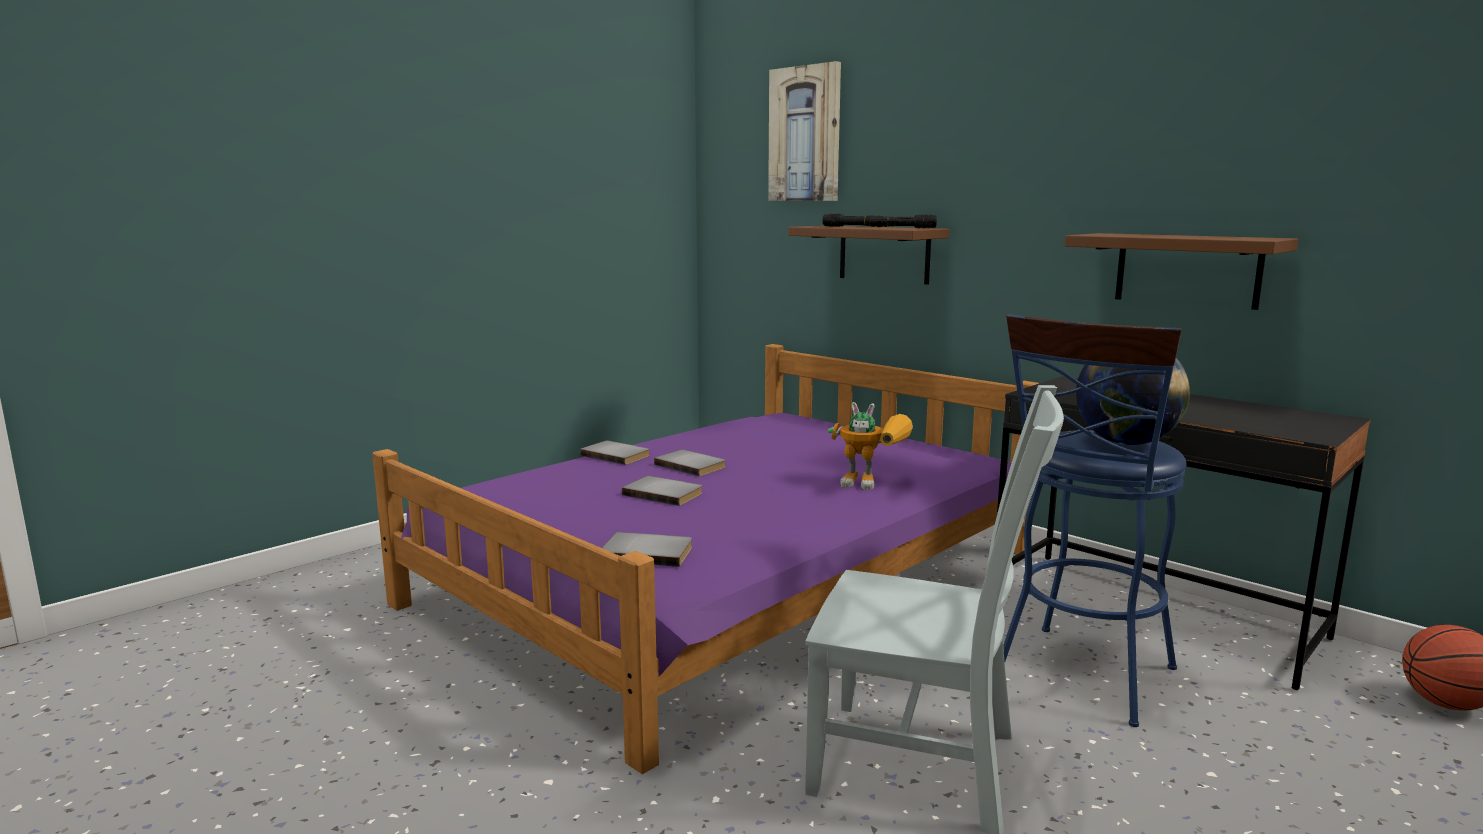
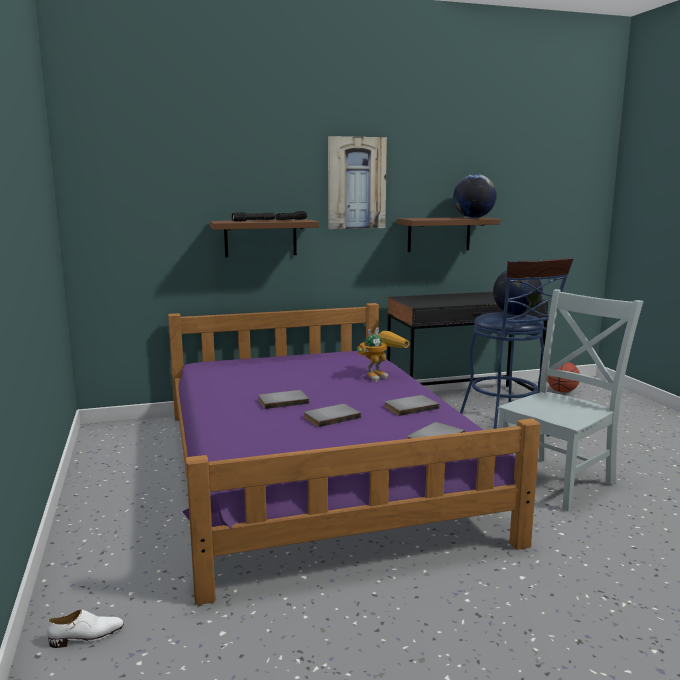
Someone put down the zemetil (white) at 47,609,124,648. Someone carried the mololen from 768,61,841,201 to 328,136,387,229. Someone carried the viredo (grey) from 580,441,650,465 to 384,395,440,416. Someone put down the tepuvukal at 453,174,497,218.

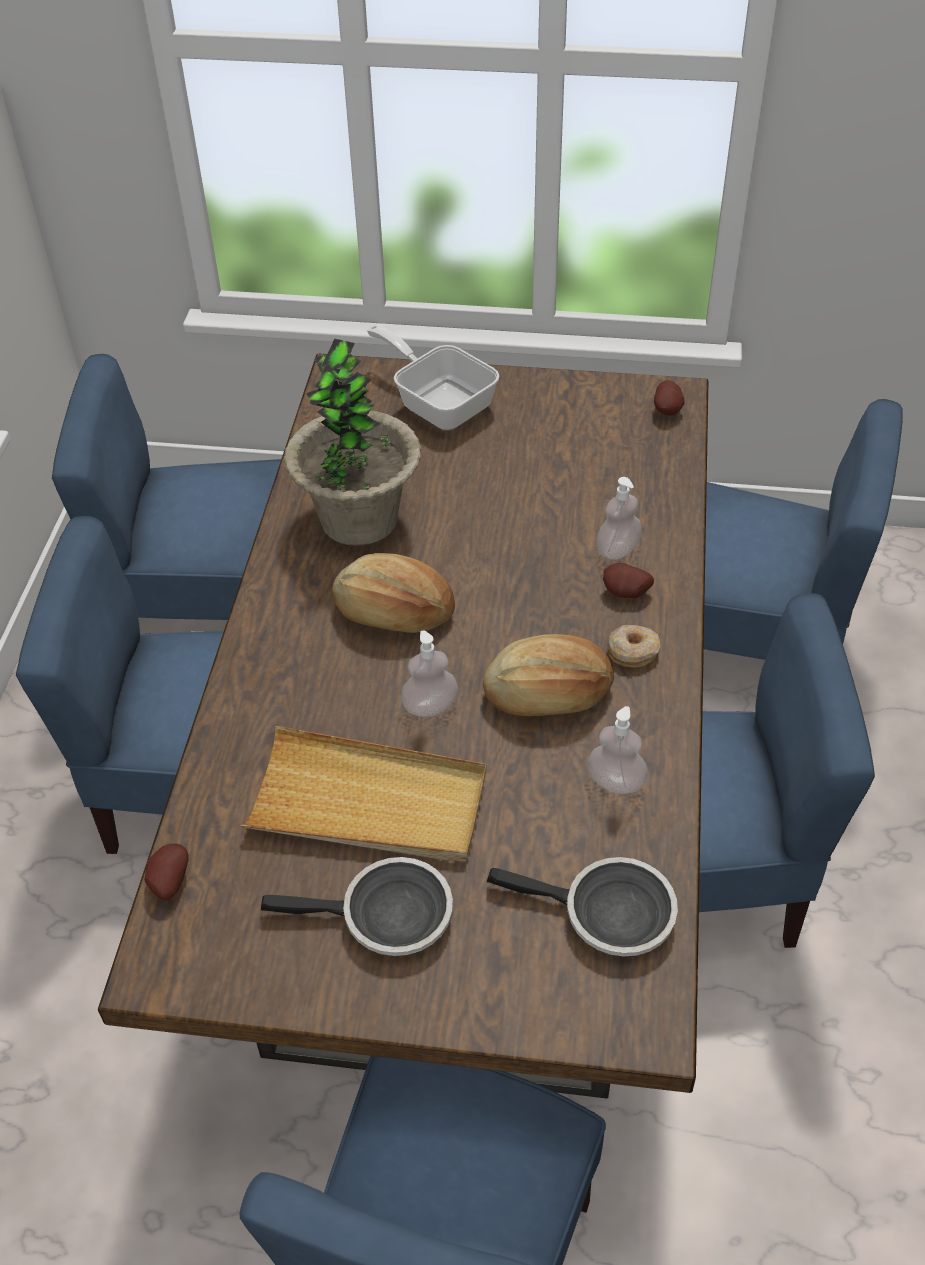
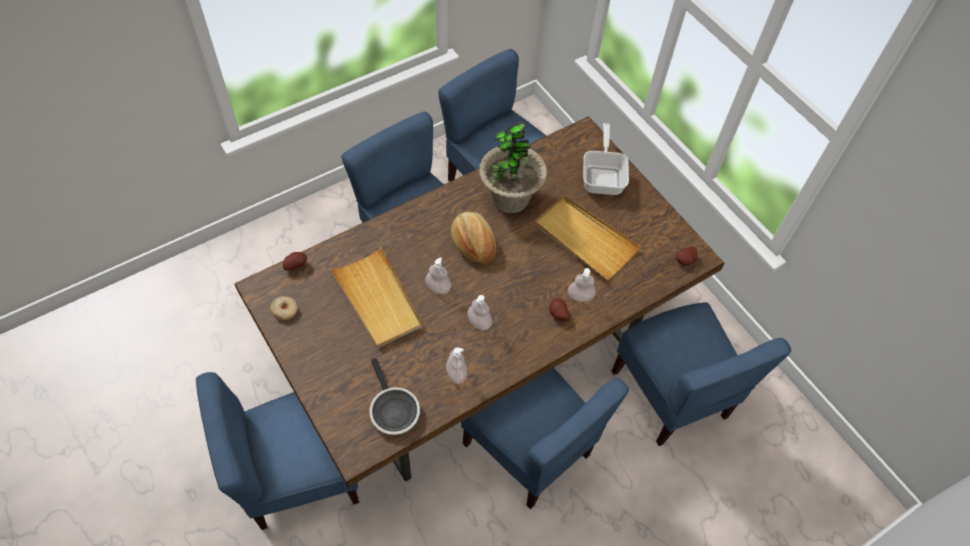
Someone carried the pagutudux from 607,625,661,668 to 270,296,298,320. Someone swapped the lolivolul at 483,634,614,716 for the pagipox at 467,295,492,330. Someone put down the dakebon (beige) at 534,195,640,280. Someone took away the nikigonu at 261,857,453,956.

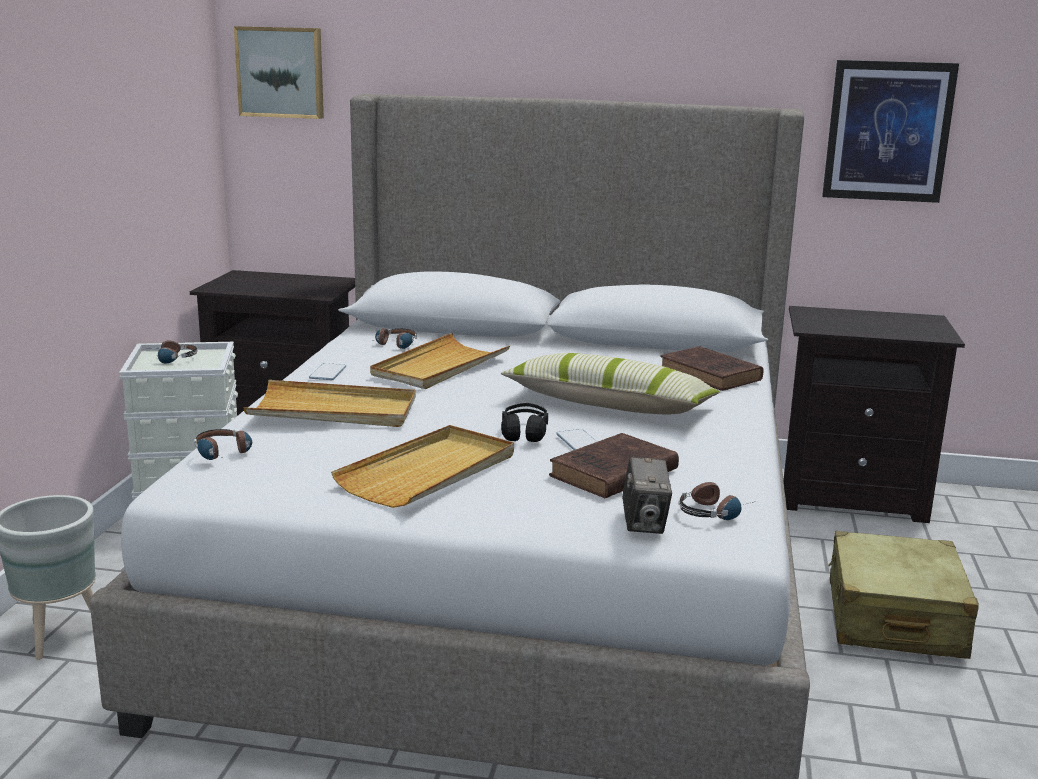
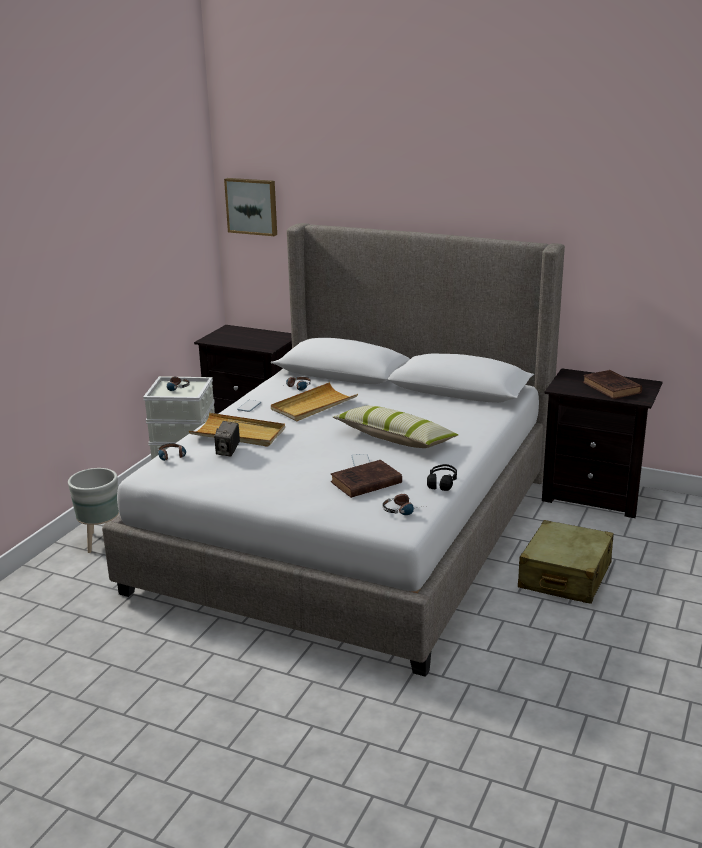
Someone carried the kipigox from 622,457,672,534 to 214,421,240,457. Someone carried the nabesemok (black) from 501,403,548,442 to 427,464,457,491. Someone carried the viredo (brown) from 661,346,764,391 to 583,370,642,399. Someone took away the dakebon (beige) at 331,425,514,508. Someone took away the mololen at 822,60,959,203.

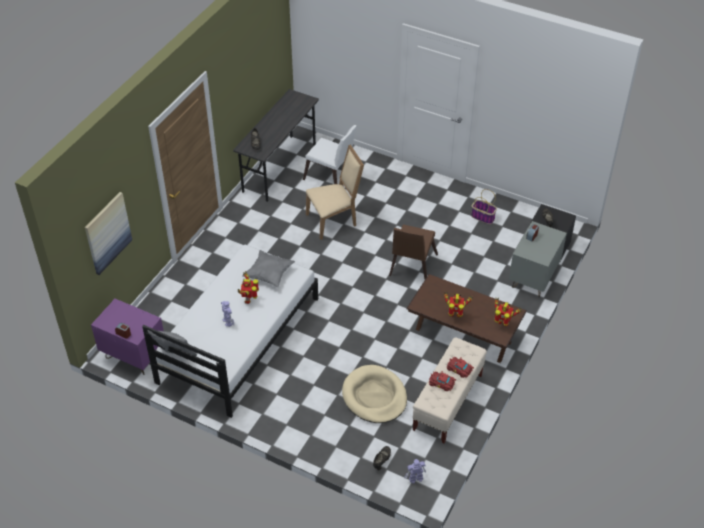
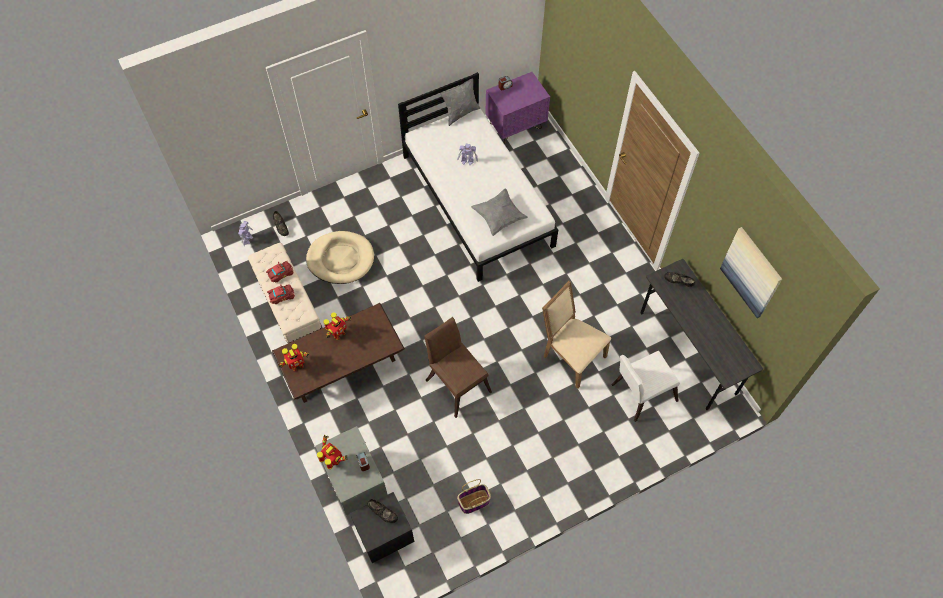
Someone carried the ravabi from 238,271,259,304 to 317,435,348,469. Someone rotated the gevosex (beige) at 306,145,364,240 by 120 degrees clockwise. Someone carried the mololen from 85,192,132,275 to 720,227,782,318.

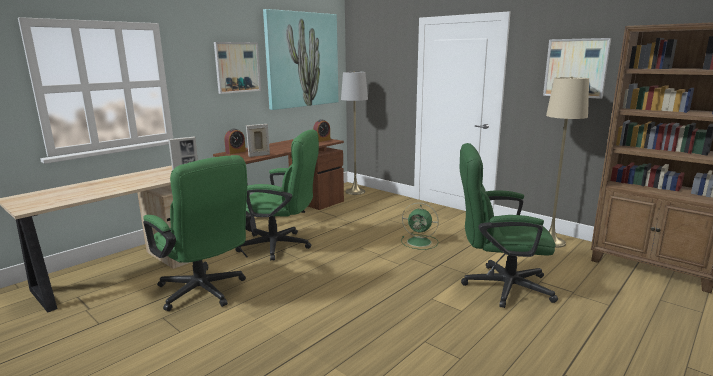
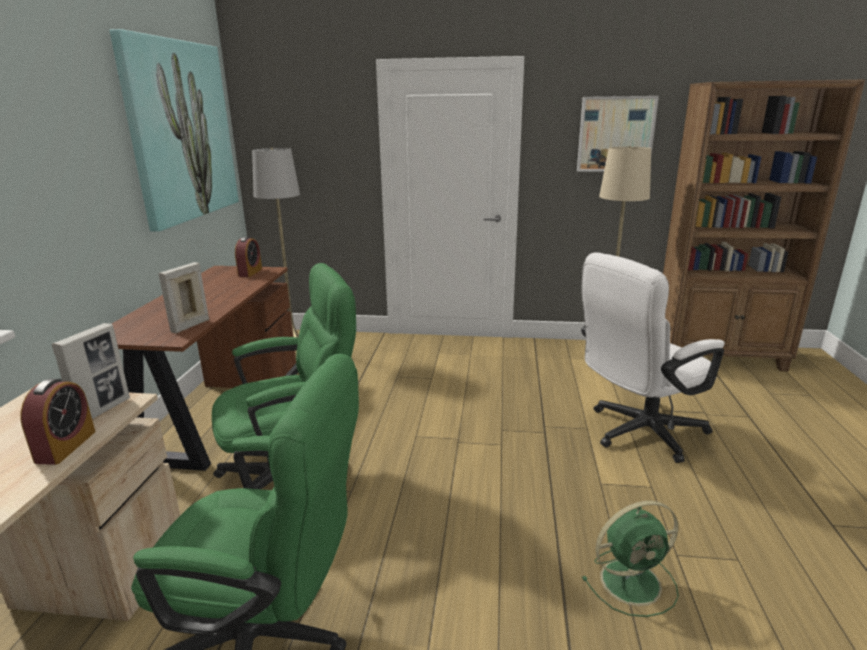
Someone carried the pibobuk from 224,129,246,154 to 20,379,96,465. Someone repainted the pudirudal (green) at 460,143,558,308, which became the pudirudal (white) at 581,253,725,463. Someone carried the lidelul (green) from 401,202,439,250 to 582,501,679,617. Someone took away the mololen at 214,42,261,94.

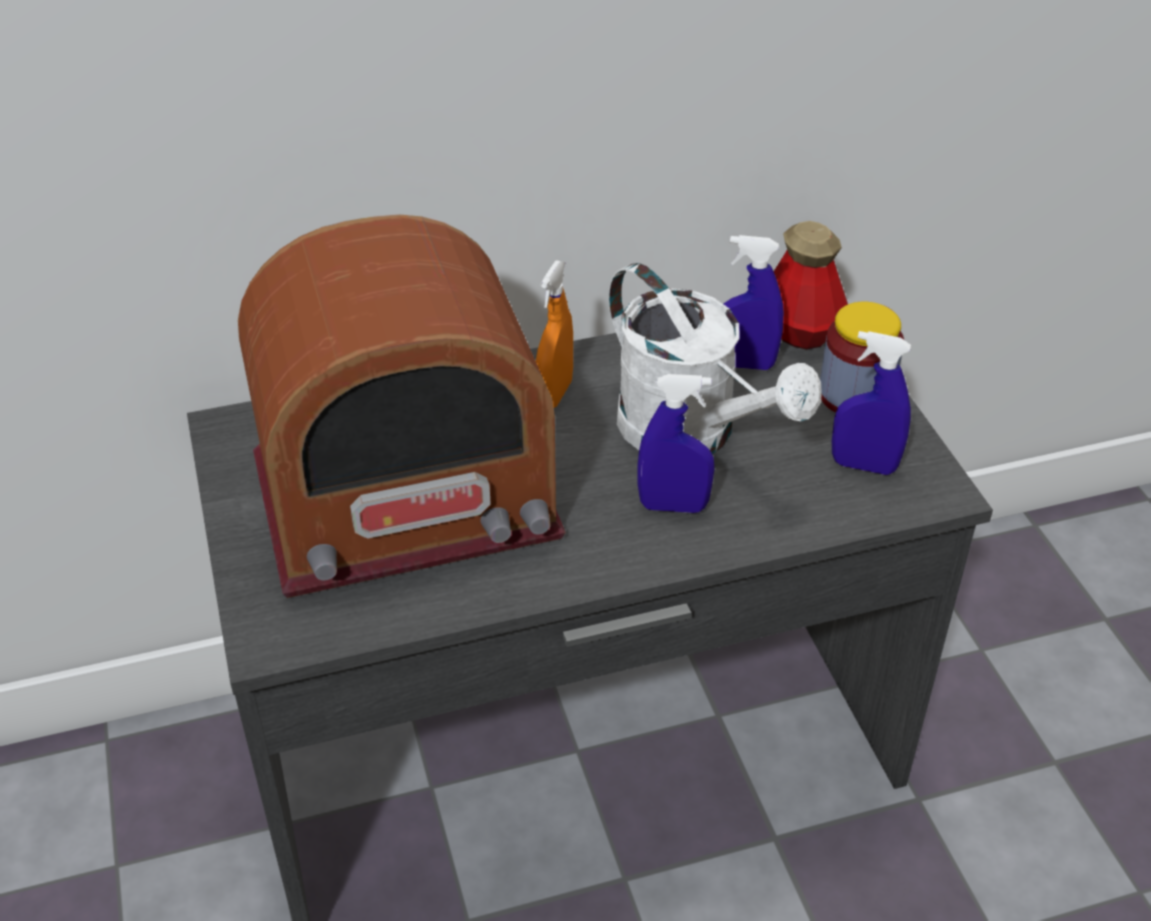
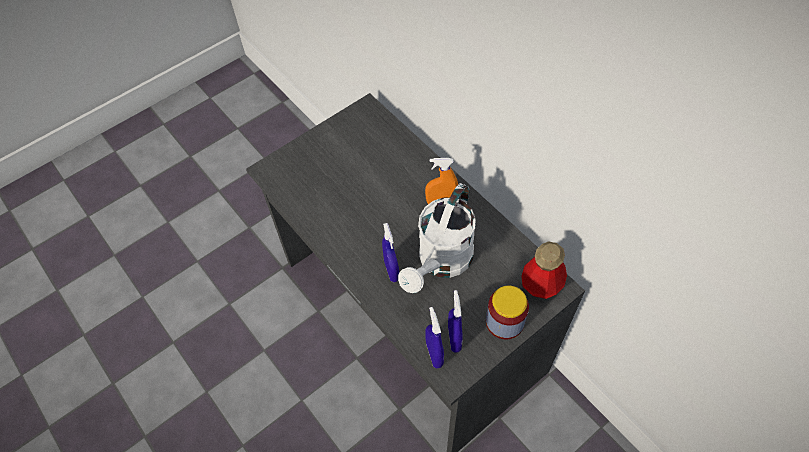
Someone carried the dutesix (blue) from 723,235,784,370 to 426,307,444,368. Someone took away the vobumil at 238,214,566,598.

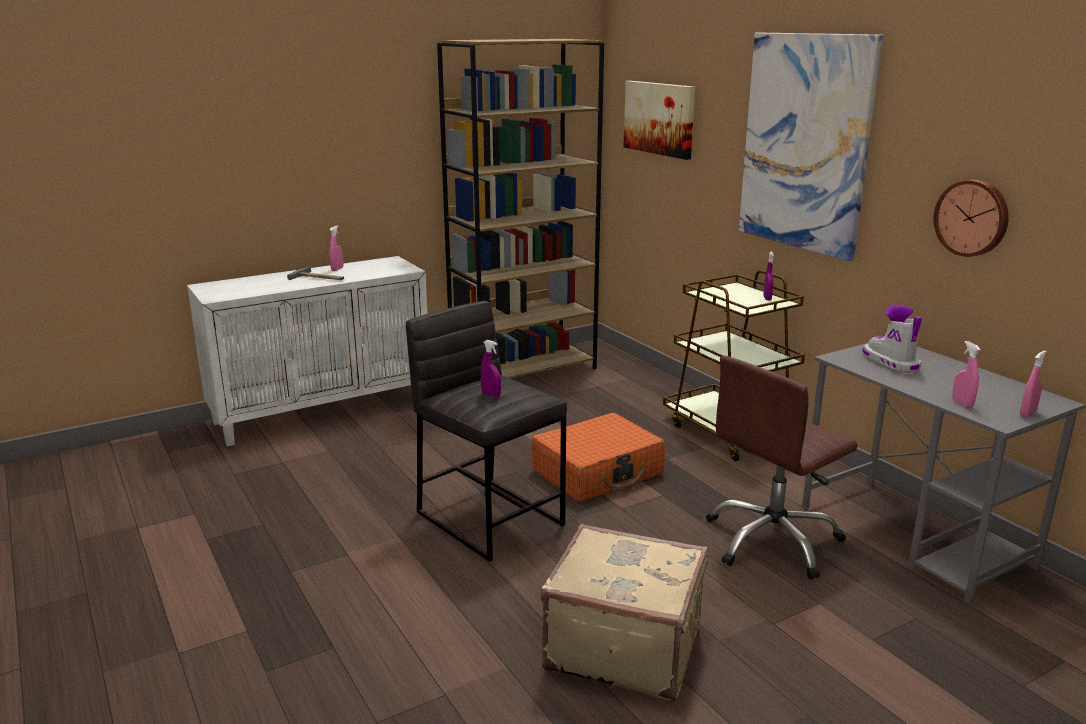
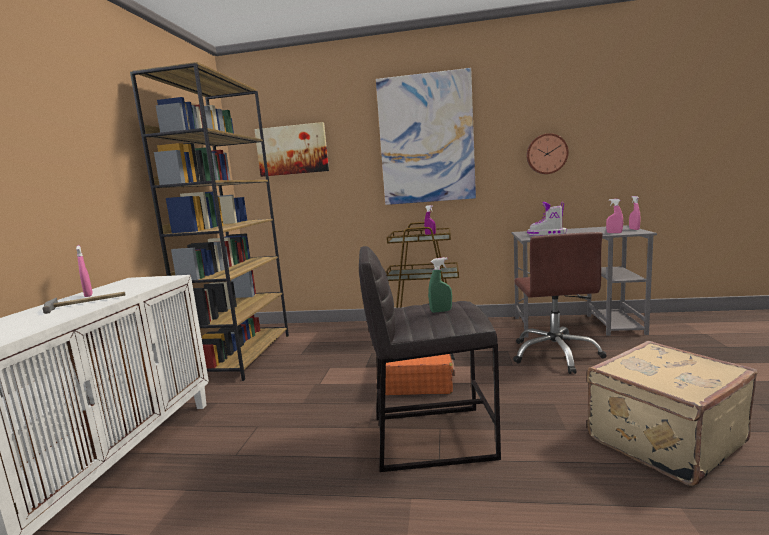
Someone repainted the dutesix (purple) at 481,340,501,398, which became the dutesix (green) at 428,257,452,313.

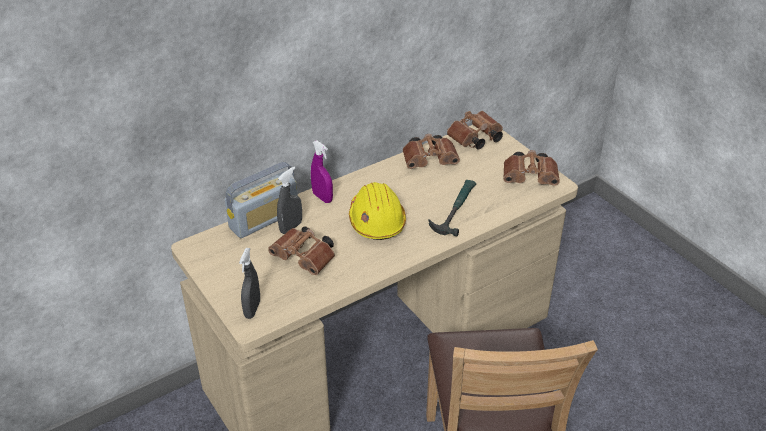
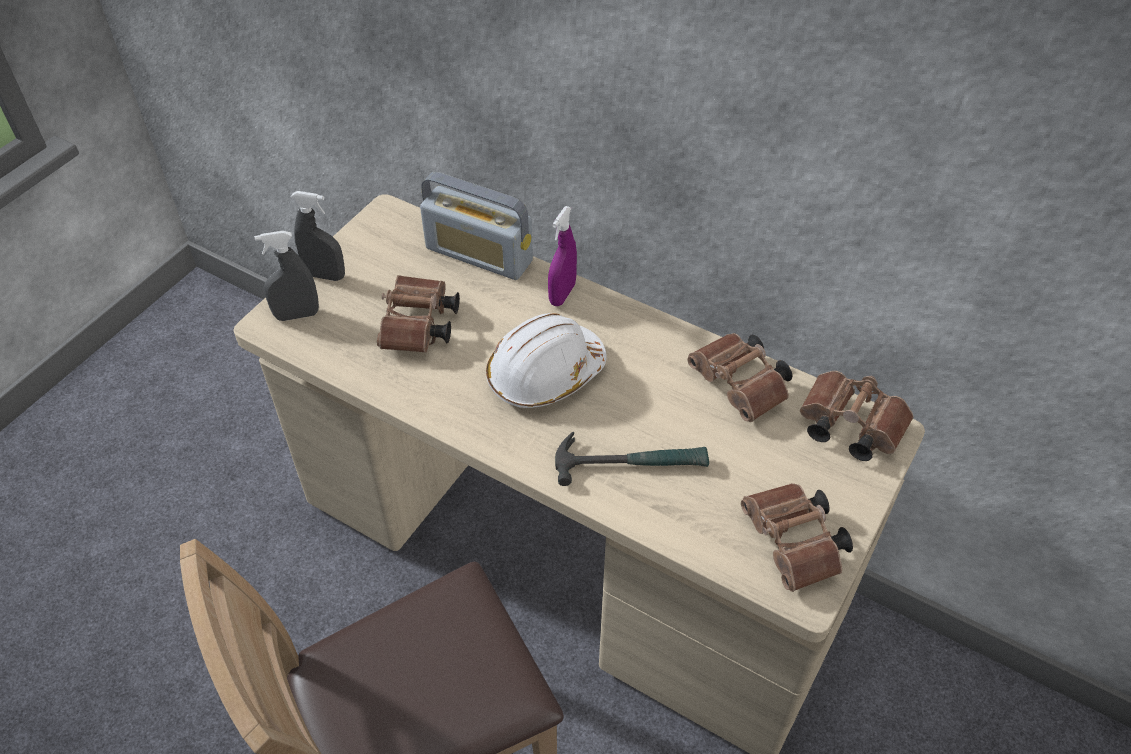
Someone carried the dutesix (grey) from 277,167,302,234 to 291,191,345,281. Someone repainted the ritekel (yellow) at 349,182,406,240, which became the ritekel (white) at 486,313,607,408.

